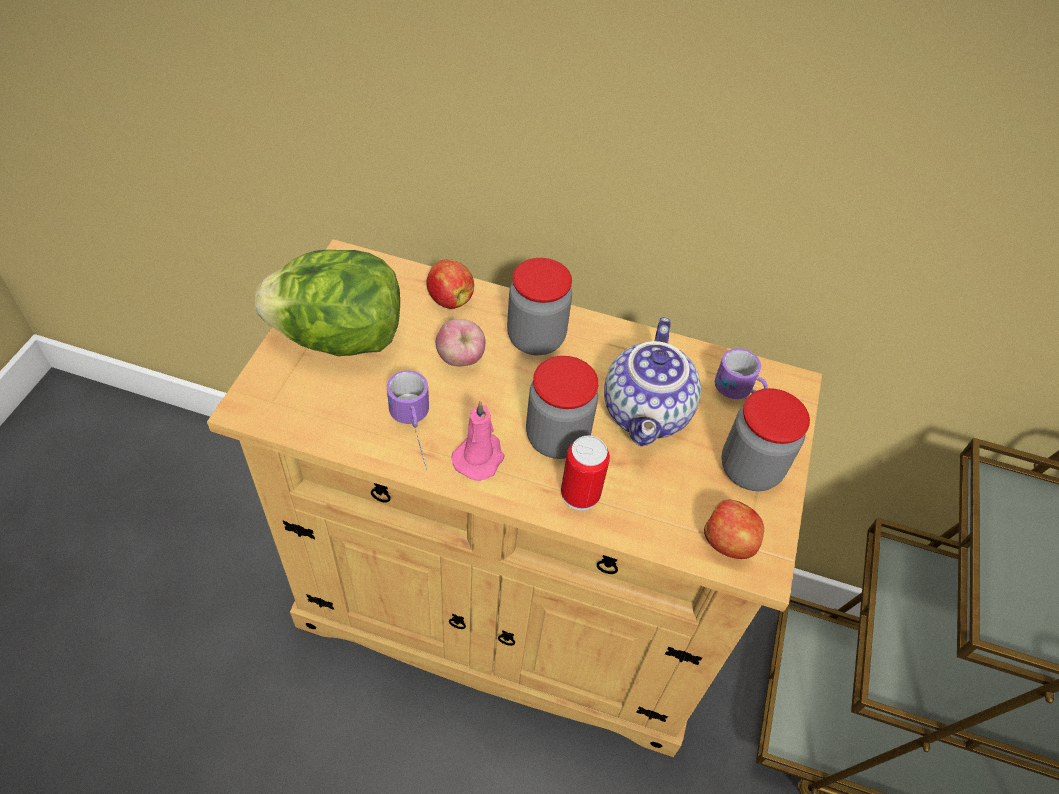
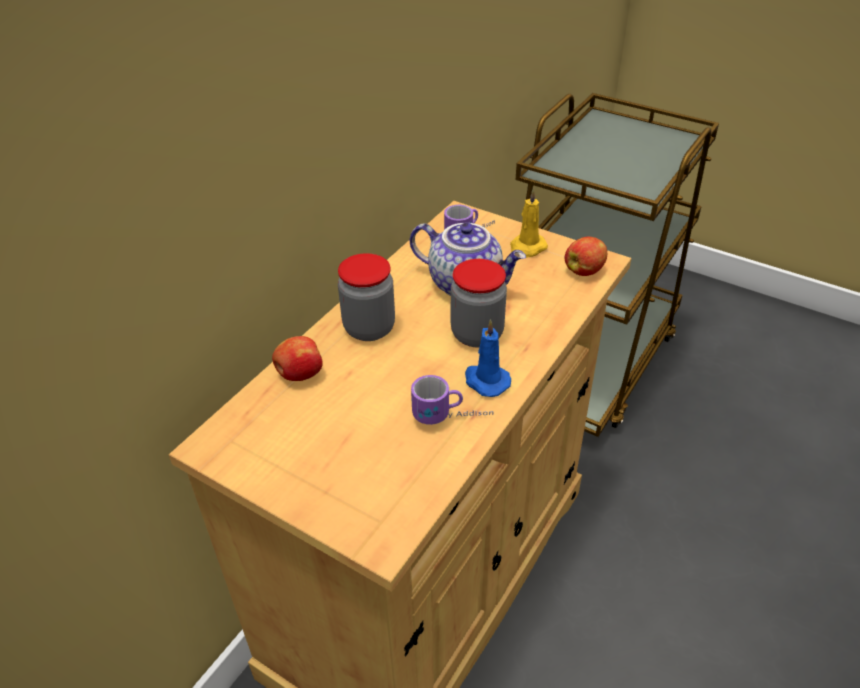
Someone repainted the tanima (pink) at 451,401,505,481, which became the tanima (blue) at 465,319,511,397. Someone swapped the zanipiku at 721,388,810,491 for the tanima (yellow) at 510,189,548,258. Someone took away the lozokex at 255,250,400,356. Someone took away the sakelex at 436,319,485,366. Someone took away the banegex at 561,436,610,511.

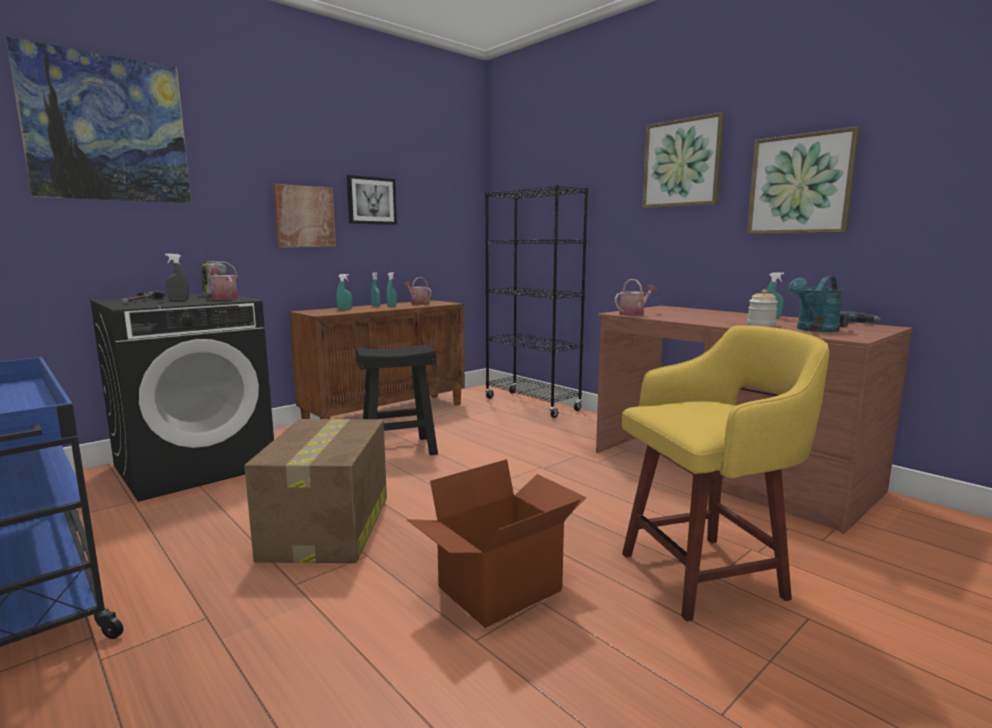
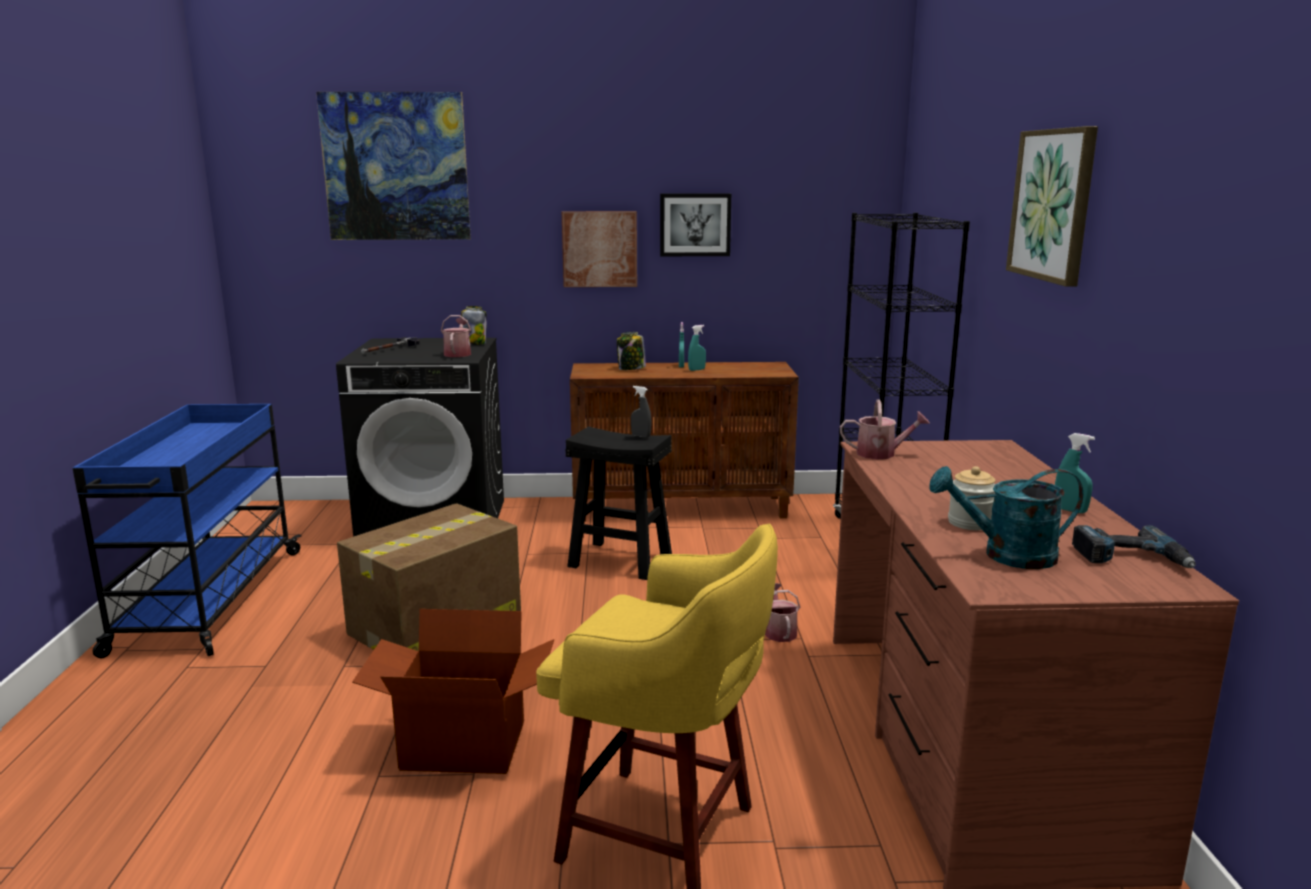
Someone swapped the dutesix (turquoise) at 336,274,352,310 for the zanipiku at 617,332,646,370. Someone carried the dutesix (grey) from 165,254,189,300 to 631,386,652,438. Someone carried the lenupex from 404,277,432,305 to 765,583,800,642. Someone took away the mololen at 747,127,860,234.

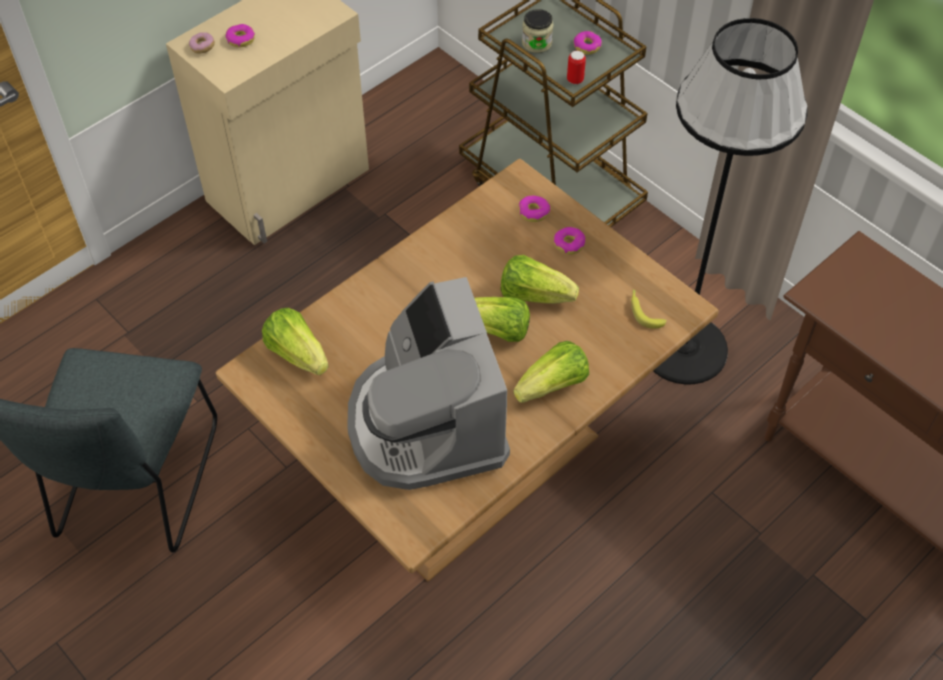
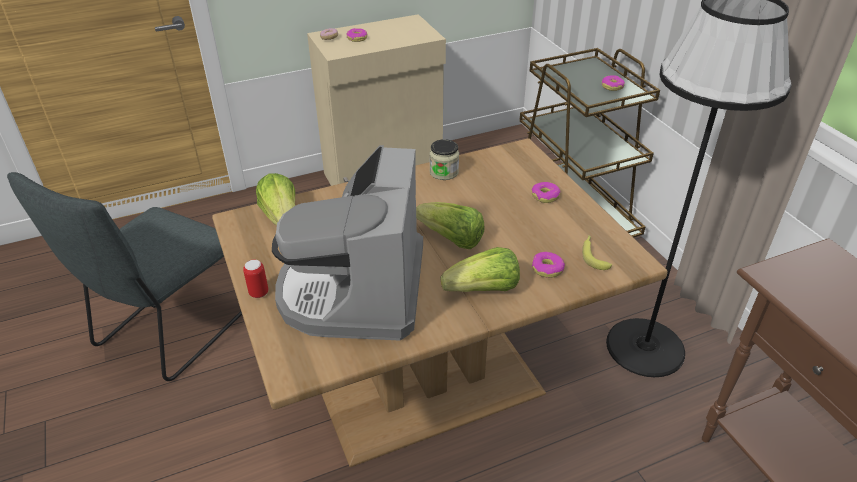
Someone carried the banegex from 567,51,586,84 to 243,259,269,298. Someone carried the zanipiku from 522,9,554,53 to 429,139,459,180. Someone carried the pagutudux from 519,195,550,222 to 532,252,565,278. Someone took away the lozokex at 501,255,579,304.

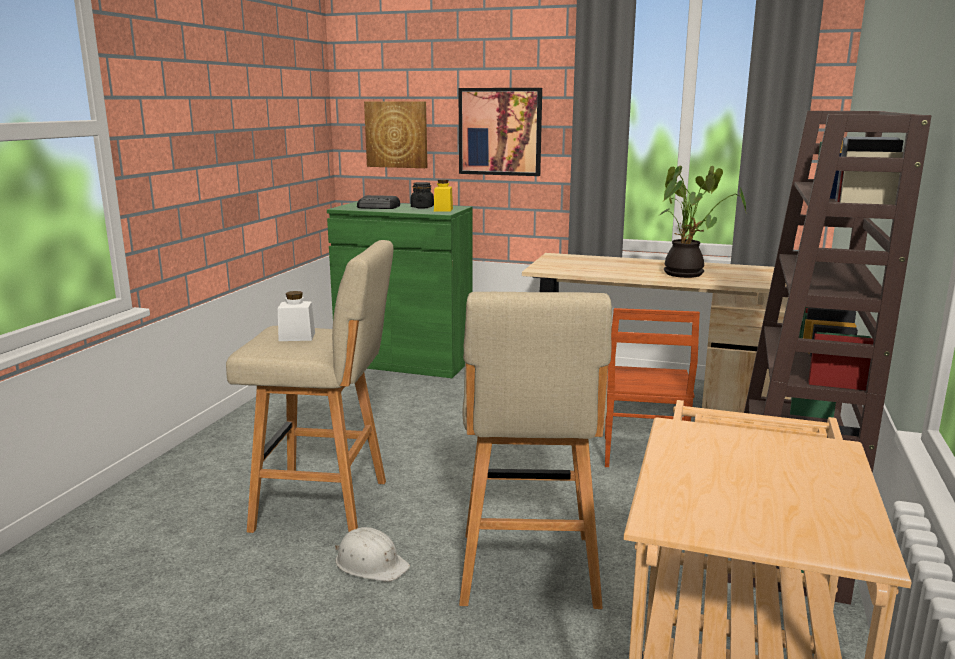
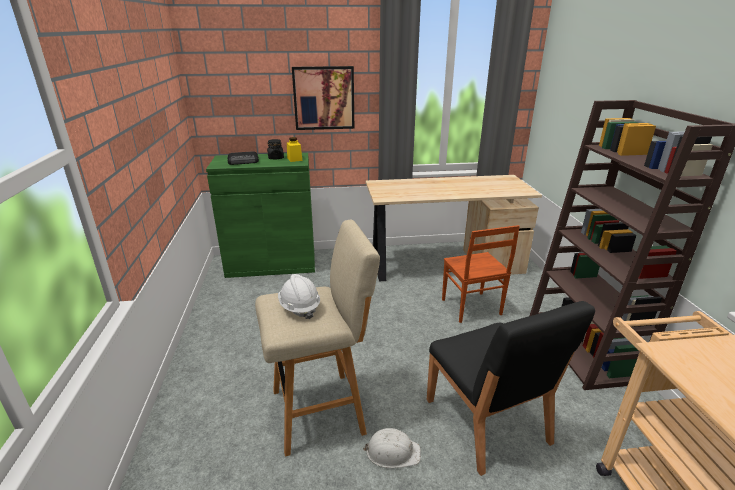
Someone swapped the zanipiku (white) at 278,291,315,341 for the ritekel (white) at 278,274,320,319. Someone swapped the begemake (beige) at 459,292,612,609 for the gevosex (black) at 427,301,595,476. Someone took away the mololen at 364,102,427,168. Someone took away the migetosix at 660,166,746,278.

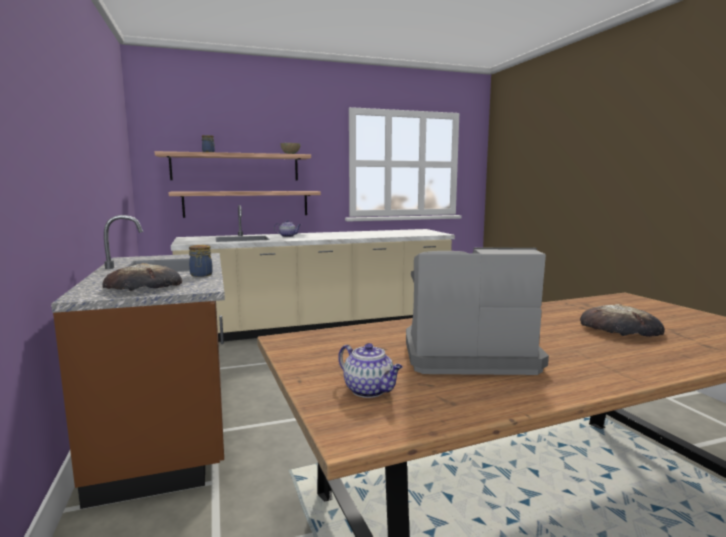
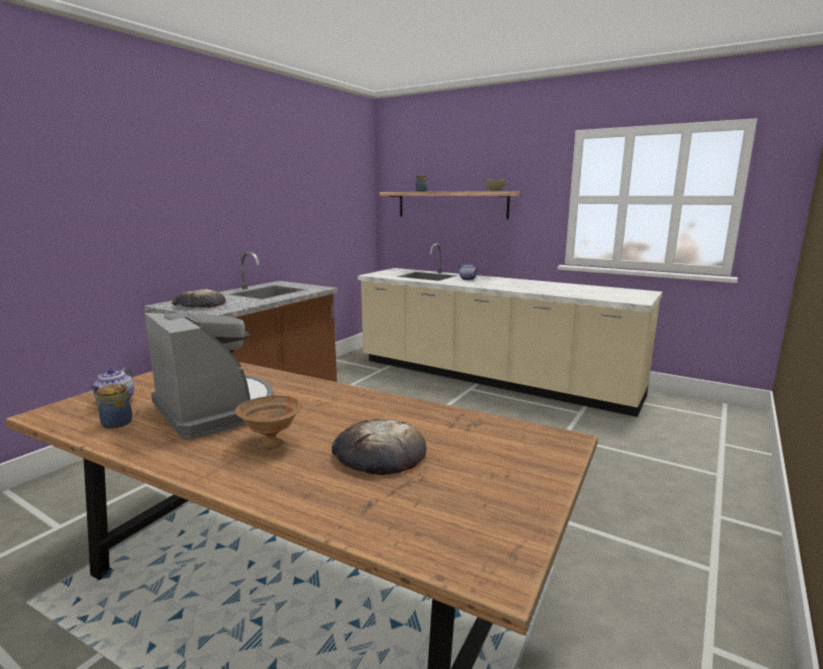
Someone carried the zanipiku from 189,245,213,277 to 93,384,132,429. Someone put down the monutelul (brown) at 235,396,302,450. Someone took away the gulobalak at 168,191,321,218.

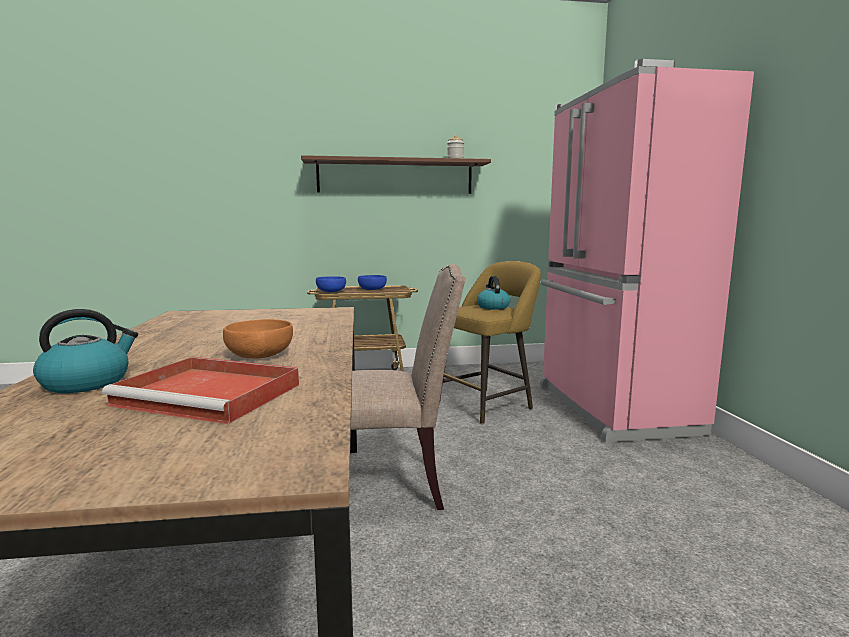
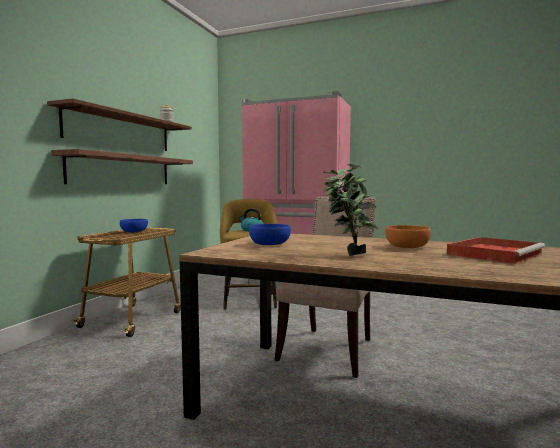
Someone put up the gulobalak at 51,149,193,184. Someone carried the monutelul (blue) from 316,276,346,292 to 249,224,291,245. Someone put down the migetosix at 323,164,379,256. Someone took away the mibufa at 33,309,138,393.

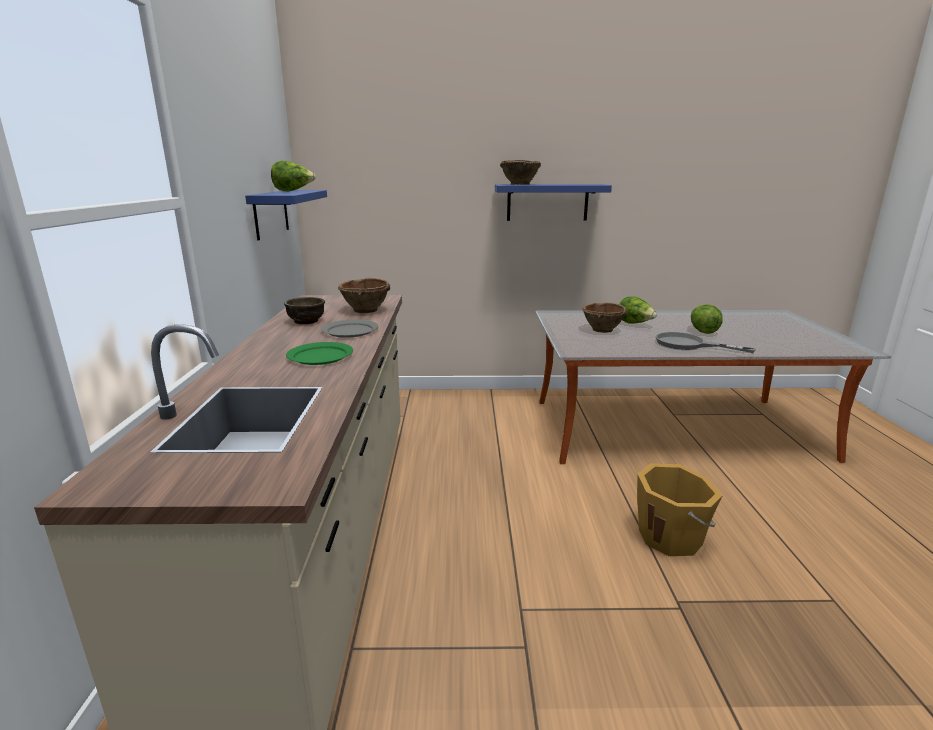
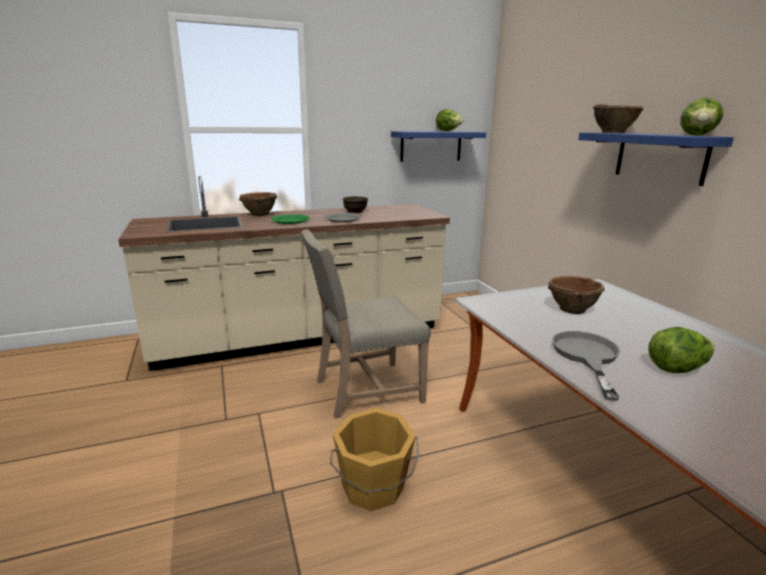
Someone carried the monutelul (brown) from 338,278,390,313 to 239,192,277,216. Someone put down the gevosex (beige) at 301,229,431,419. Someone carried the lozokex from 619,296,657,324 to 680,98,723,136.

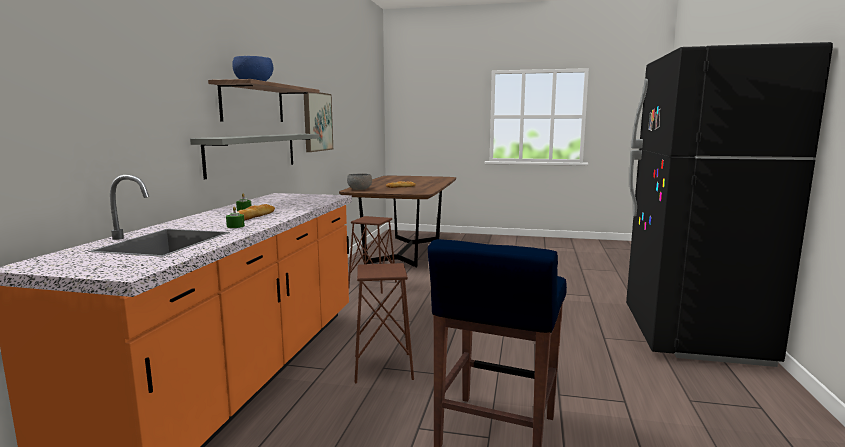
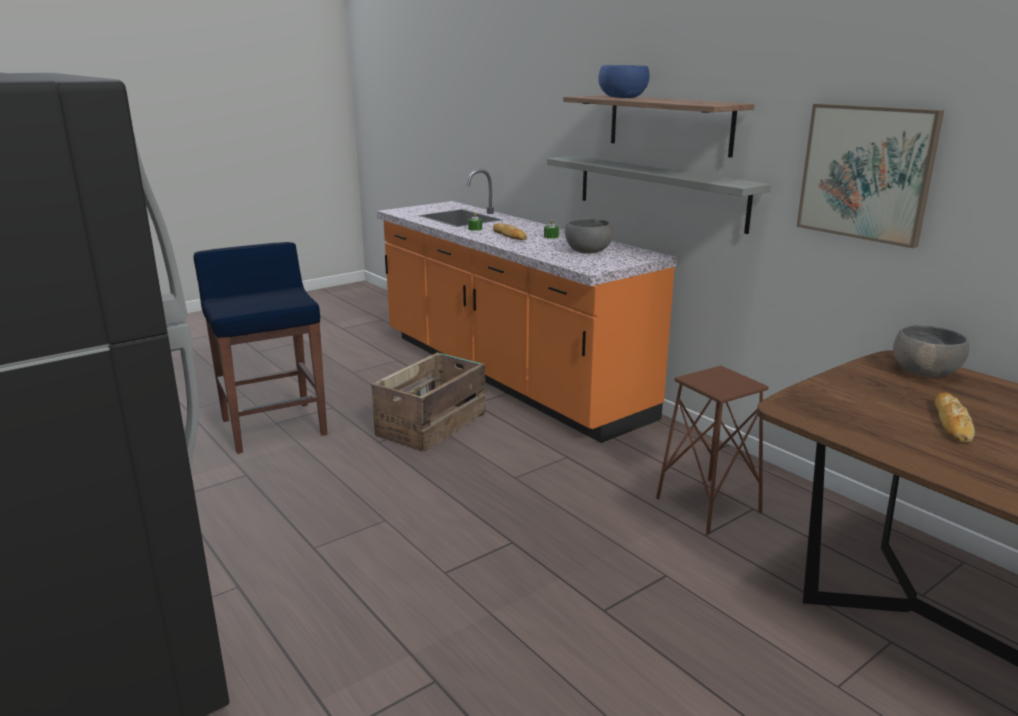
Someone swapped the begemake (brown) at 355,263,414,383 for the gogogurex at 371,352,486,452. Someone put down the monutelul (grey) at 565,219,613,254.

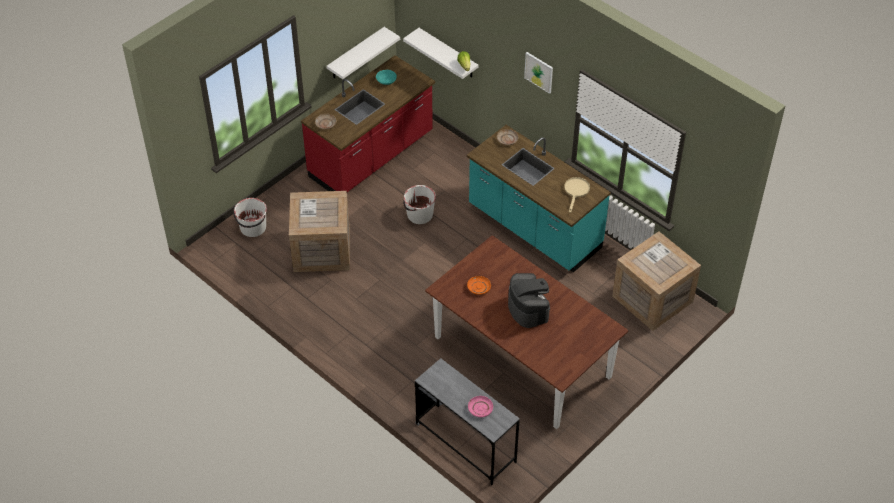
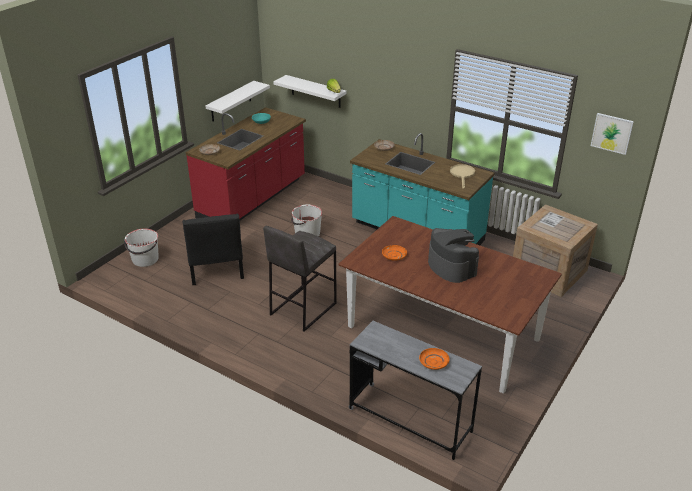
Someone swapped the gogogurex at 289,191,350,272 for the gevosex (black) at 182,214,244,285. Someone put down the begemake (grey) at 263,226,337,331. Someone repainted the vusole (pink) at 468,396,493,417, which became the vusole (orange) at 419,348,450,370. Someone carried the mololen from 524,52,553,94 to 591,113,634,155.

